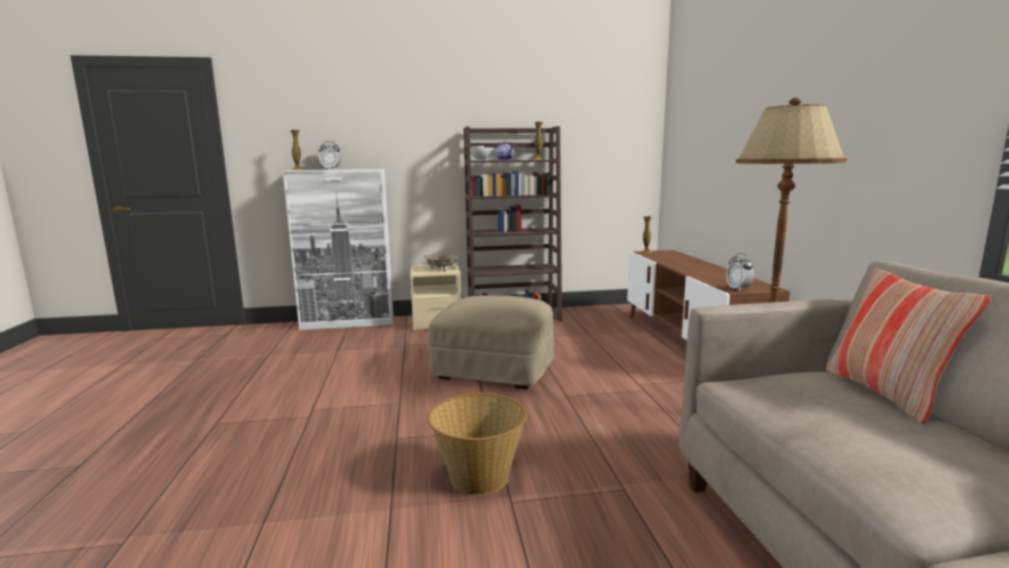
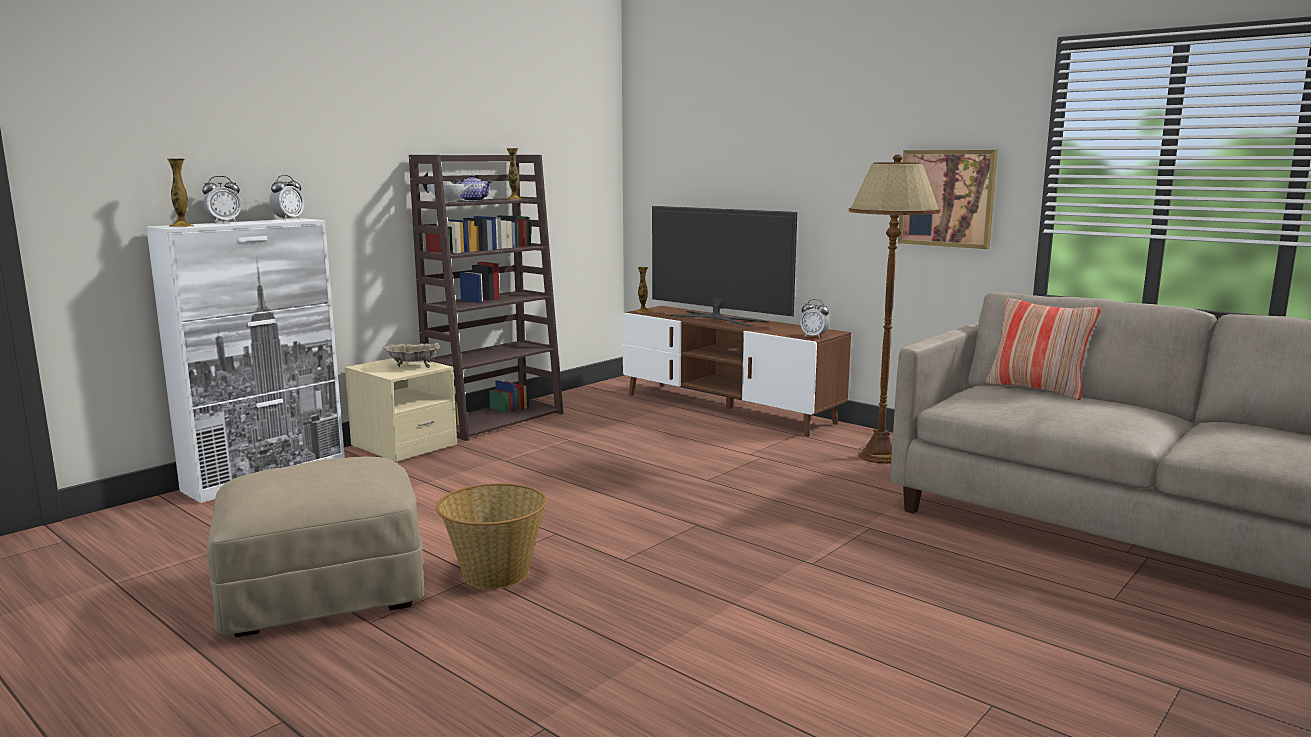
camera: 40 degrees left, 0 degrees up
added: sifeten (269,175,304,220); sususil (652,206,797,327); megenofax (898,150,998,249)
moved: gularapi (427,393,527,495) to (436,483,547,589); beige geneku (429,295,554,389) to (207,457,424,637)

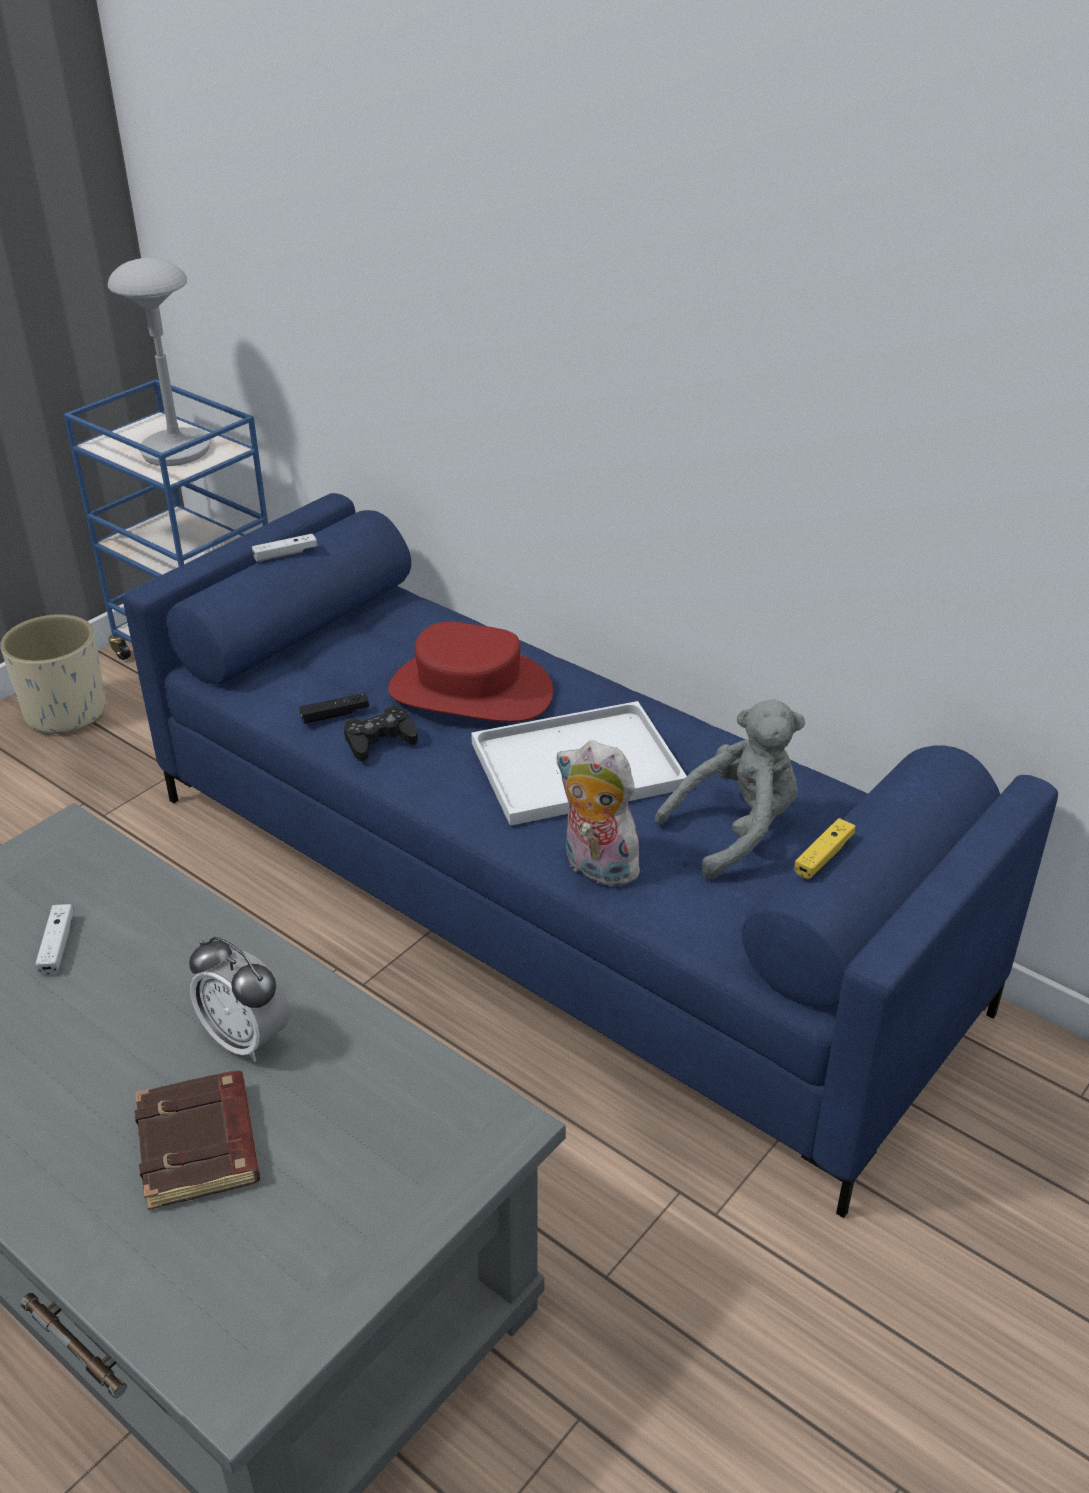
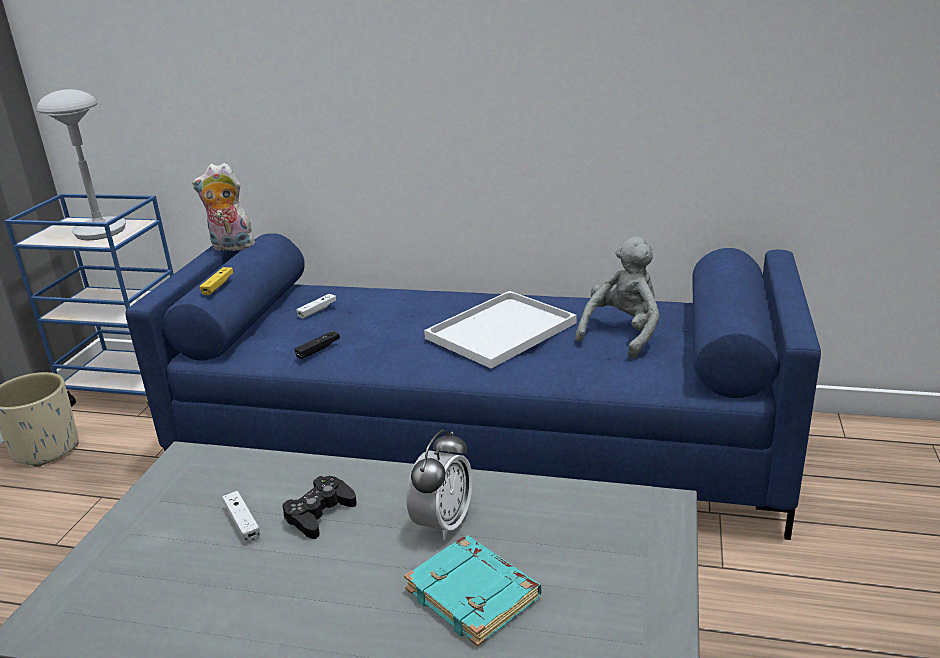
camera: 25 degrees left, 10 degrees down
removed: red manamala (388,622,553,722)
moved: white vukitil (252,534,317,562) to (296,294,337,319); black vukitil (344,706,418,761) to (282,476,356,539); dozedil (556,741,643,886) to (192,163,260,251); yellow vukitil (794,818,855,879) to (199,267,234,295)
recoloured: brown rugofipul (135,1071,260,1210) to turquoise rugofipul (404,536,541,646)
turned: sifeten (189,937,290,1062) = (406,430,473,540) 75 degrees counterclockwise

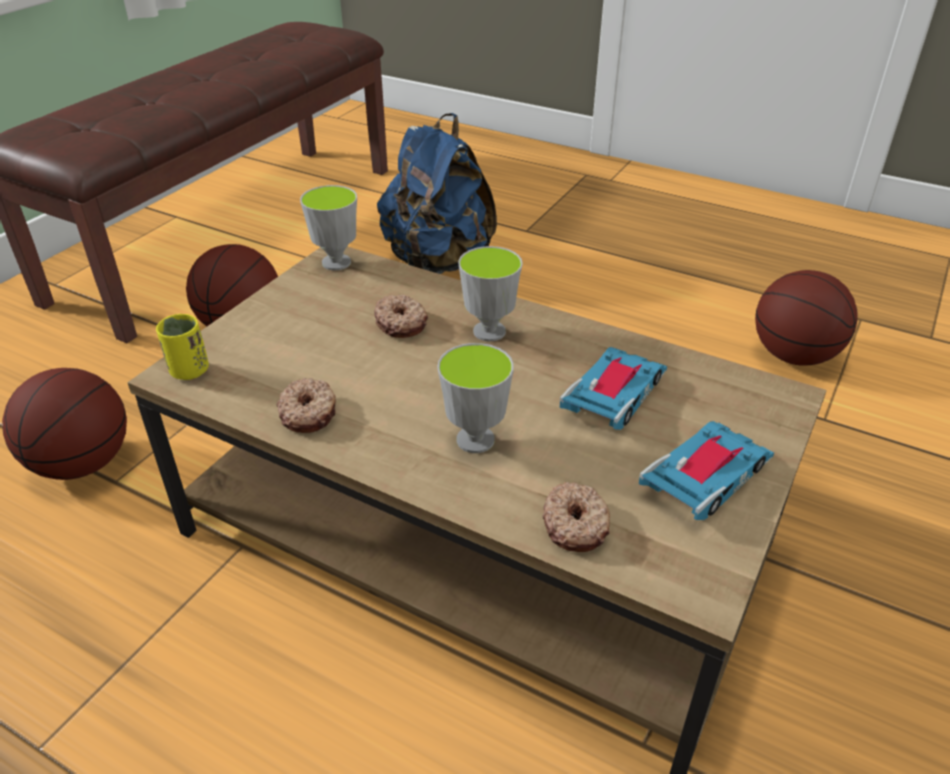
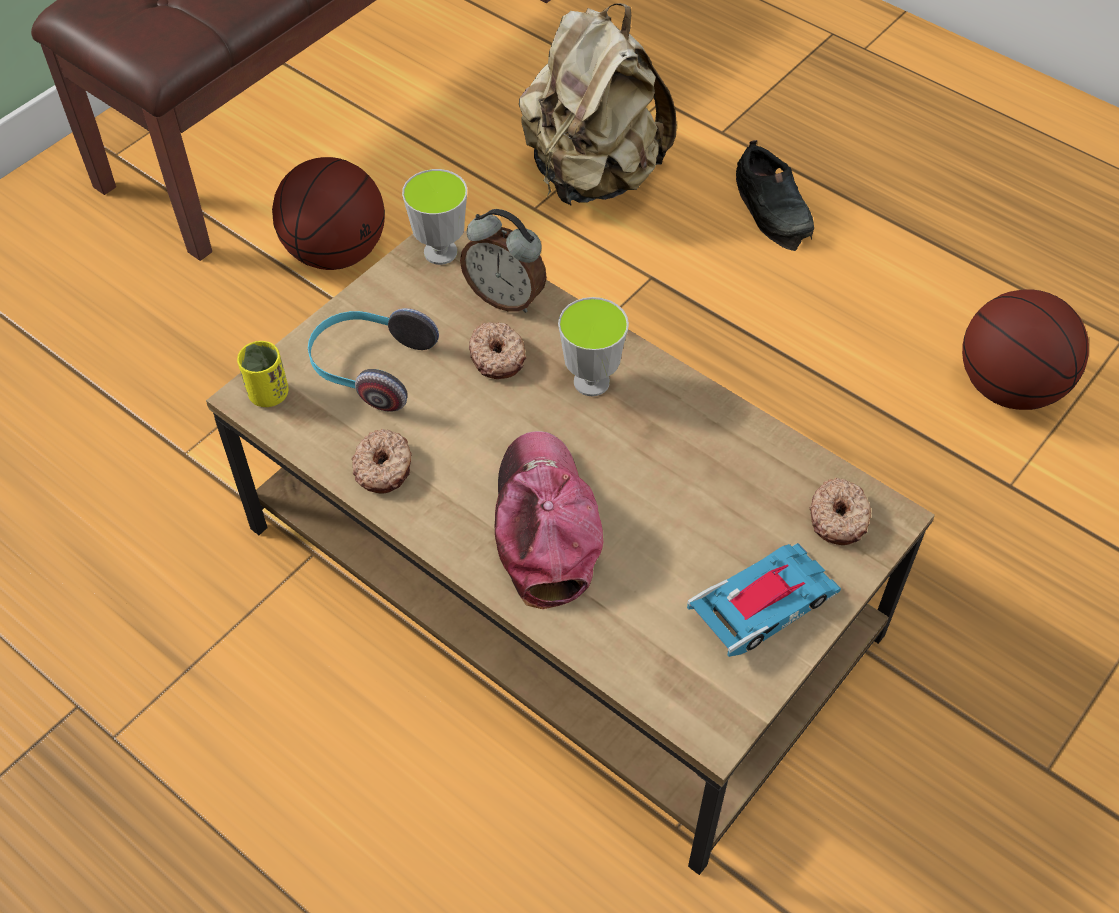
camera: 10 degrees right, 15 degrees up
removed: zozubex (2,368,127,480); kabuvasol (559,347,667,430)
added: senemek (308,308,439,412); sifeten (460,209,547,313); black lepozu (736,140,814,251)
moved: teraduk (542,482,610,552) to (809,477,871,545)
replaced: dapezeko (437,343,514,453) to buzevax (494,431,603,609)
recoloured: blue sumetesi (377,113,497,274) to beige sumetesi (519,3,677,206)

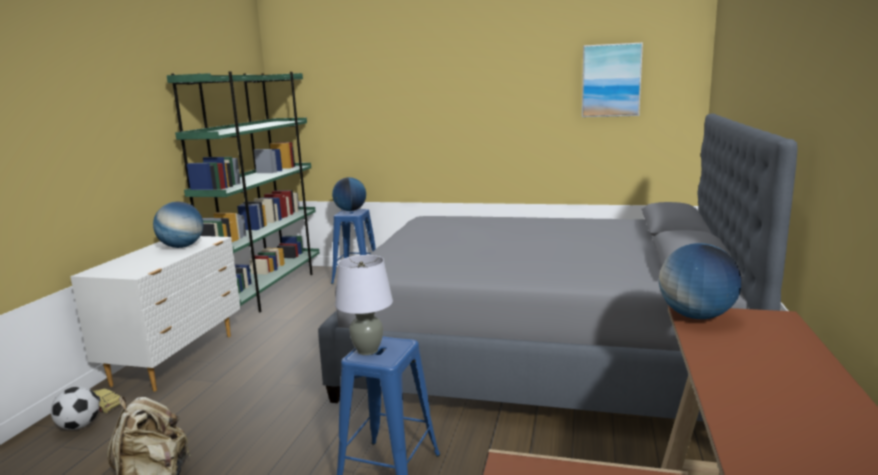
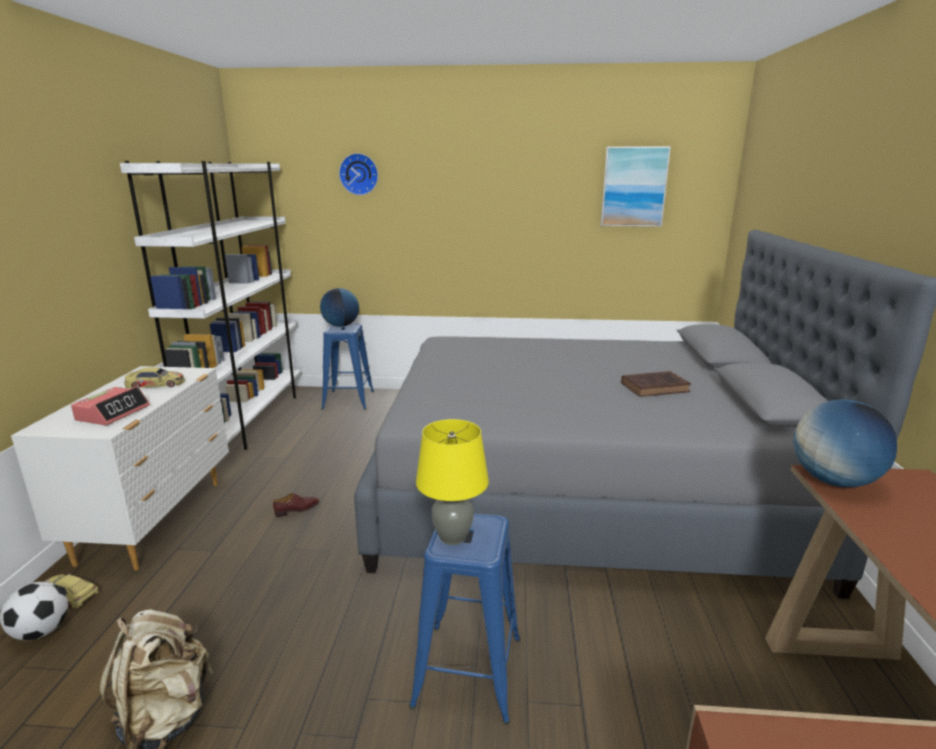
camera: 10 degrees left, 5 degrees up
added: sifeten (71,386,150,425); brown lepozu (273,493,319,517); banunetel (339,153,378,195); brown rugofipul (621,371,691,397)
replaced: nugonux (153,202,204,248) to kabuvasol (124,368,185,389)
recoloured: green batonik (167,71,320,313) to white batonik (120,161,301,450); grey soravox (335,255,393,355) to yellow soravox (416,419,489,545)

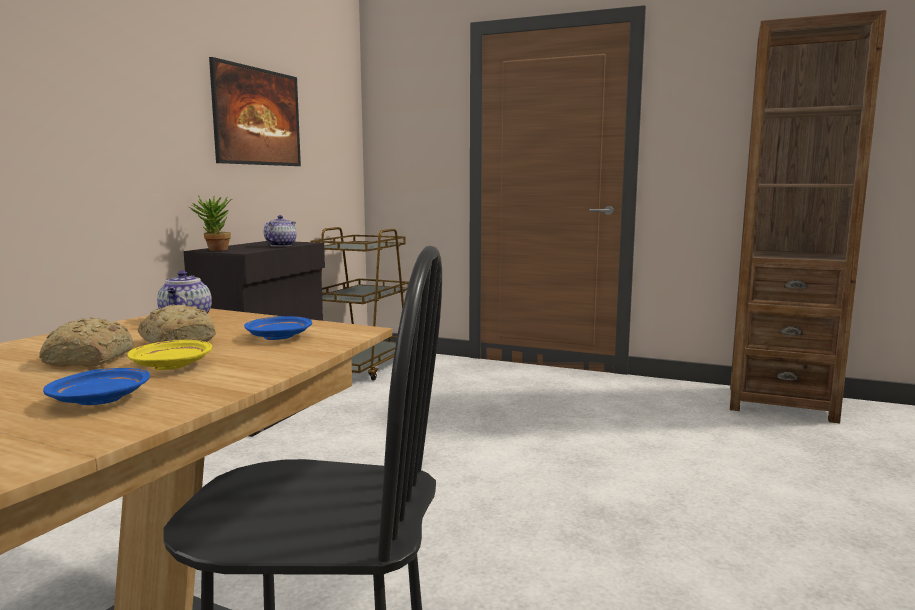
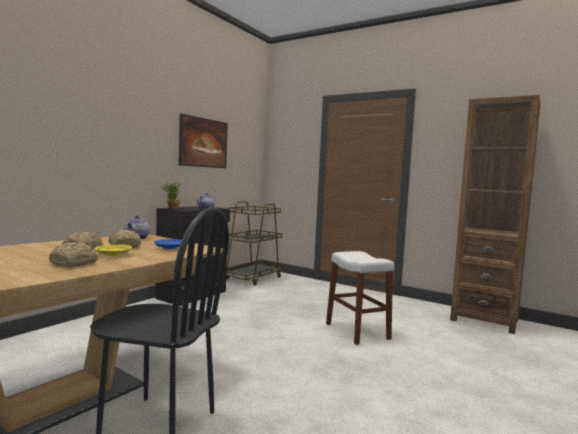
camera: 10 degrees right, 5 degrees down
added: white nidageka (326,251,394,345)
replaced: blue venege (43,368,150,405) to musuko (49,242,98,267)

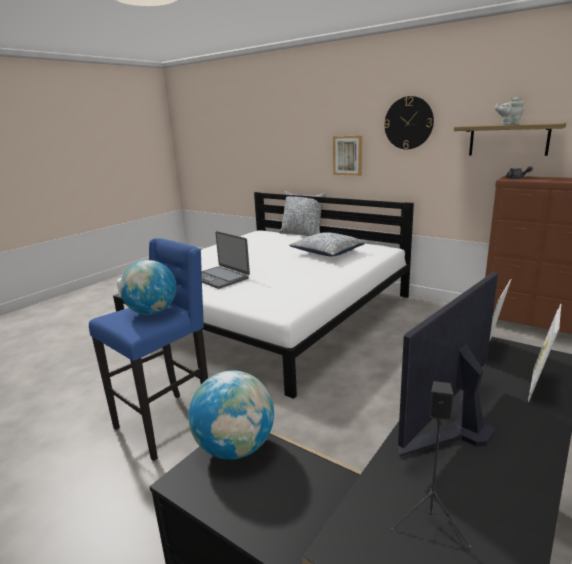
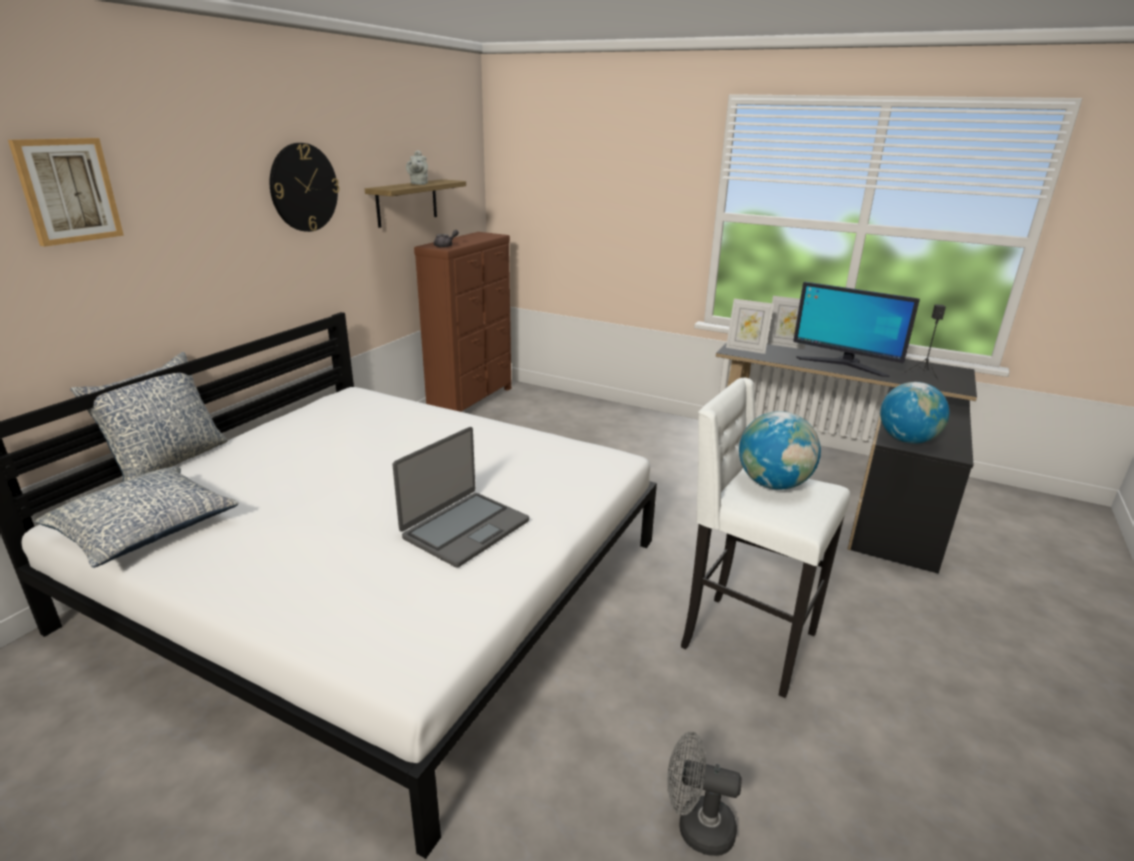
camera: 100 degrees left, 5 degrees up
added: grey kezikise (667,731,742,856)
moved: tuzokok (289,232,365,256) to (35,467,238,568); megenofax (333,136,362,176) to (8,138,124,247)
recoloured: blue nidageka (89,238,208,461) to white nidageka (681,378,850,698)

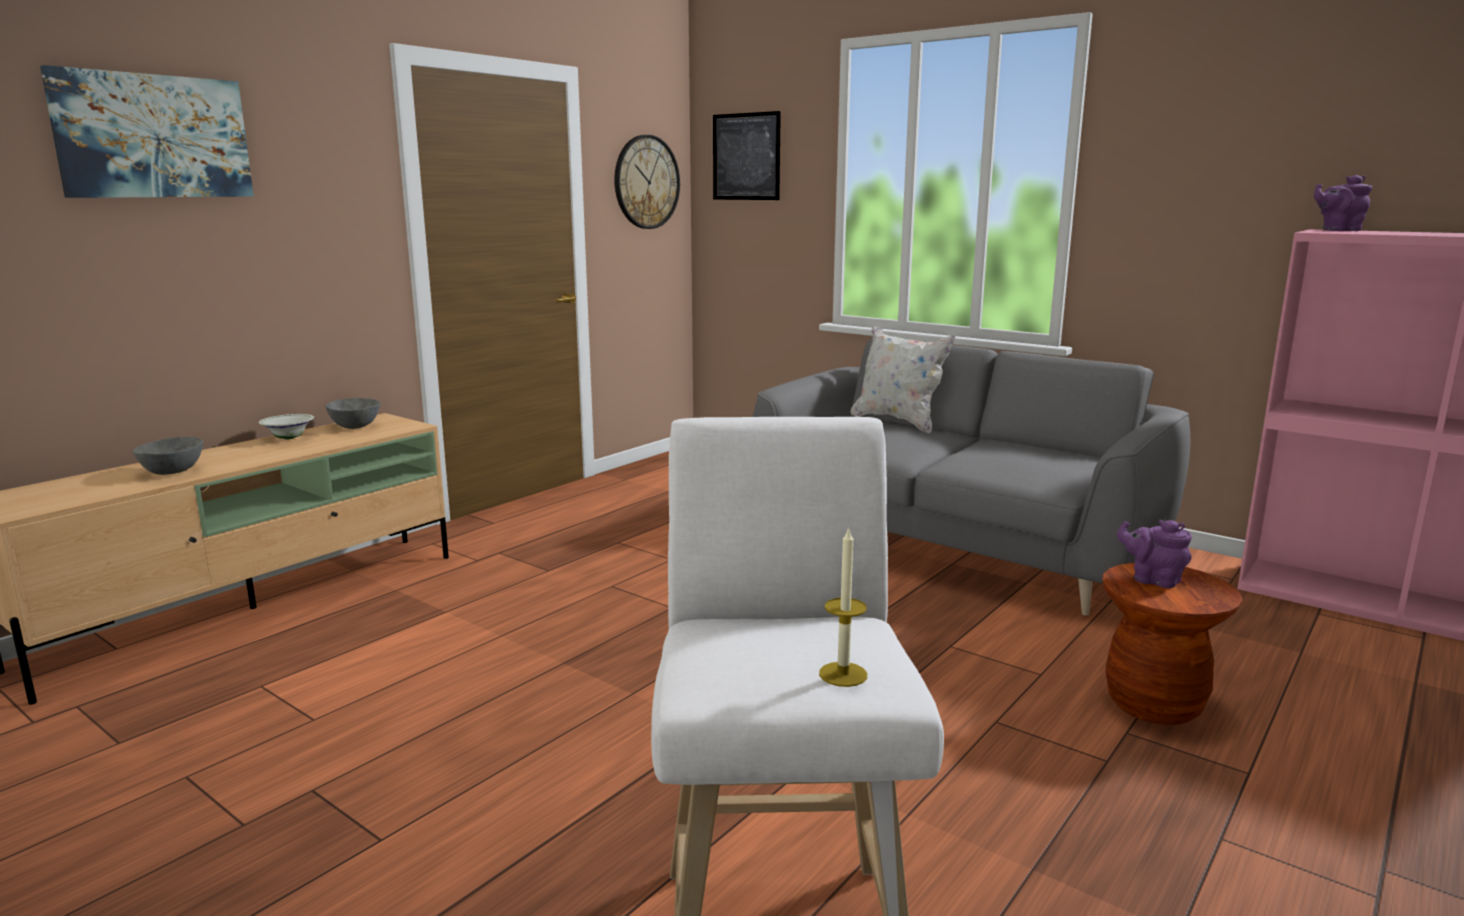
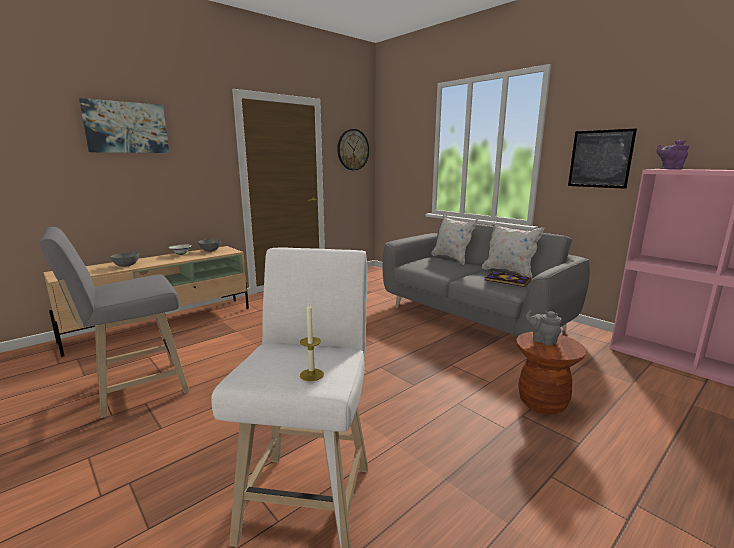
camera: 10 degrees right, 0 degrees up
added: grey nidageka (40,227,190,418); white tuzokok (482,222,544,278); rugofipul (484,271,531,287)
moved: megenofax (713,111,781,200) to (568,128,637,189)
recoloured: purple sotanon (1117,520,1192,588) to grey sotanon (525,311,562,345)

